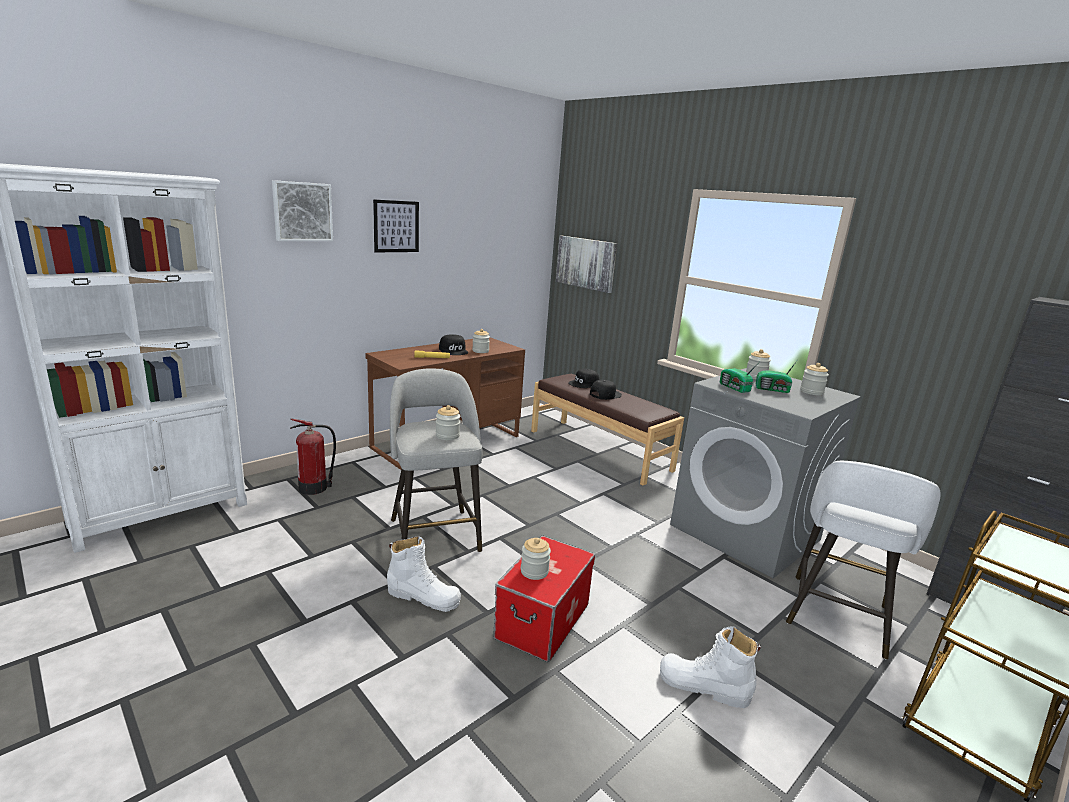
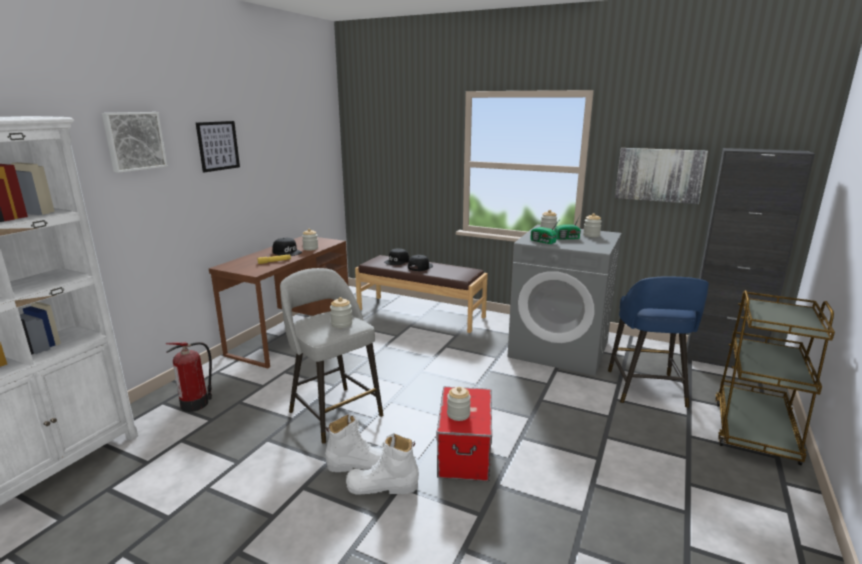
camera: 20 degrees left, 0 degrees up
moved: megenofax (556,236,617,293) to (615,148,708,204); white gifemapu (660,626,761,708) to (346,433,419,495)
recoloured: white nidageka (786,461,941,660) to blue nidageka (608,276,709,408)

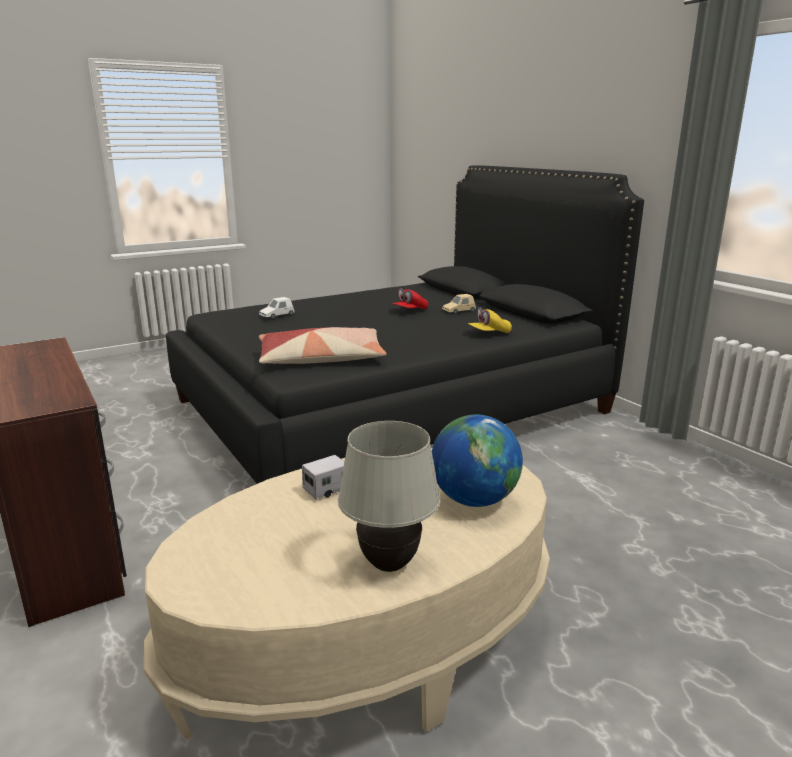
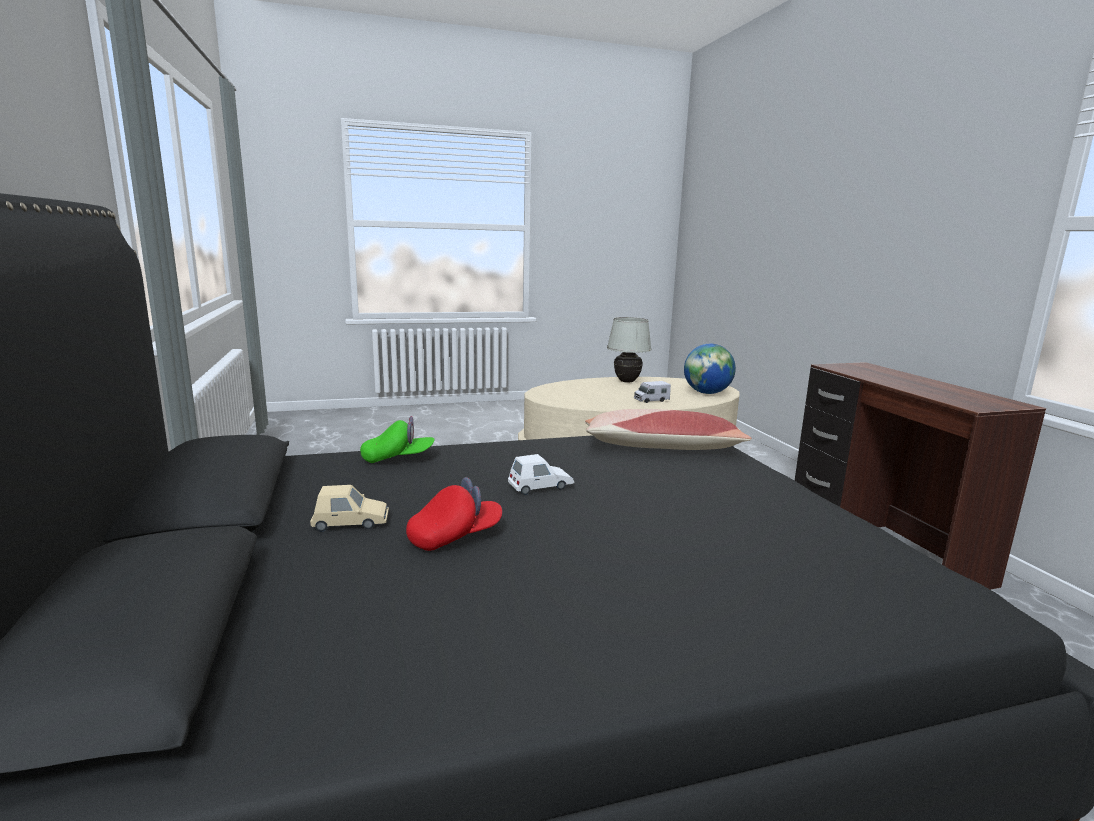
camera: 165 degrees left, 5 degrees down
moved: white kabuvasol (259,297,295,319) to (508,454,574,495); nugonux (432,415,523,507) to (684,344,736,394)
recoloured: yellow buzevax (468,307,512,333) to green buzevax (360,416,434,463)

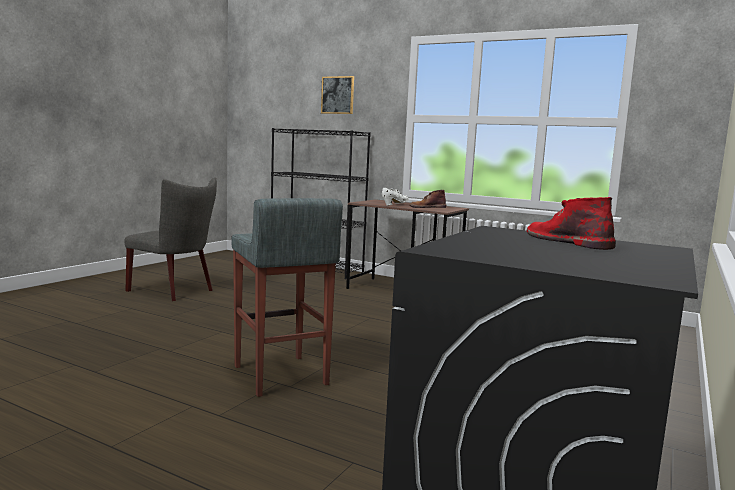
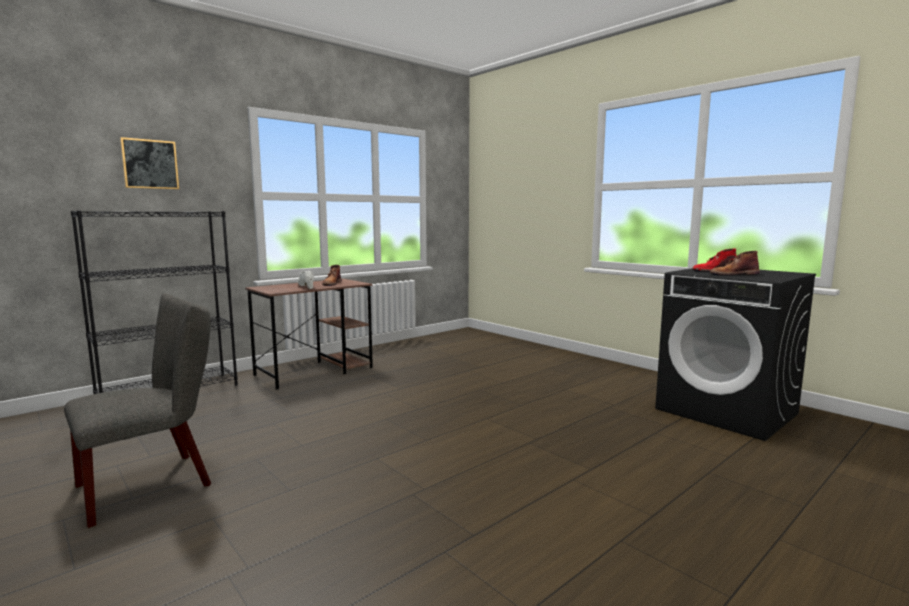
camera: 70 degrees left, 0 degrees up
removed: grey nidageka (231,198,343,397)
added: brown gifemapu (710,251,760,275)

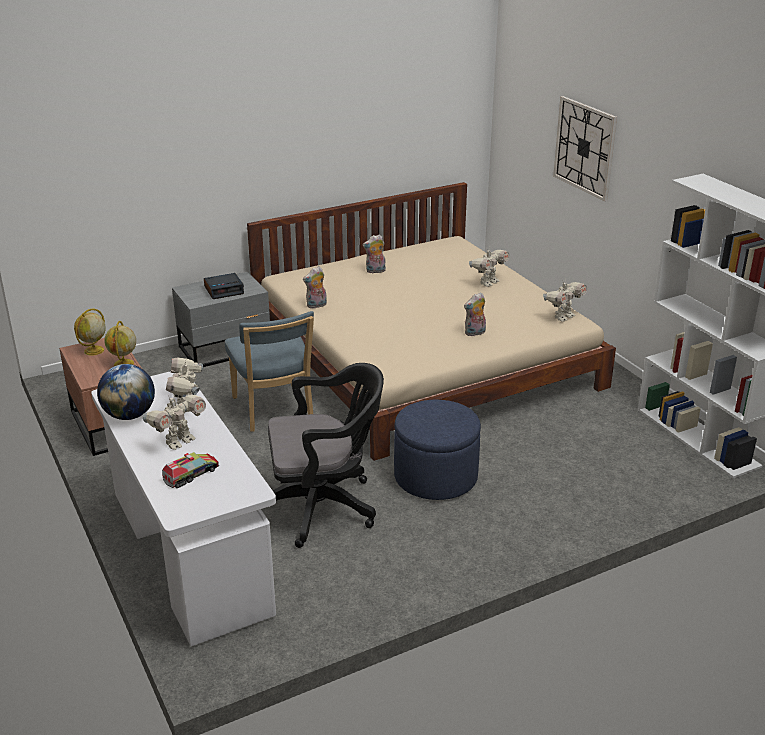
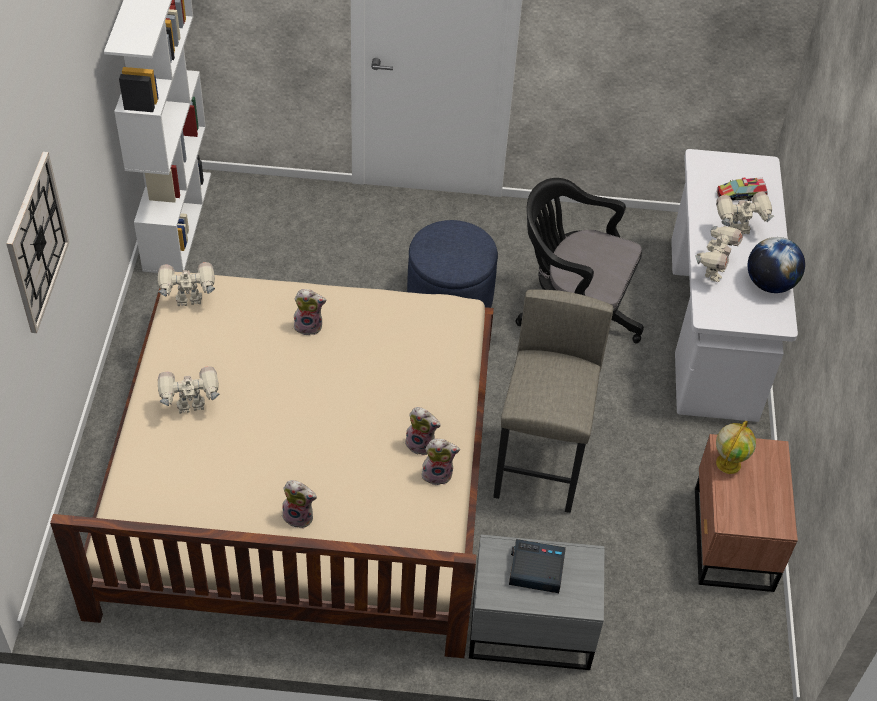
camera: 150 degrees left, 20 degrees up
removed: nugonux (74,309,106,355)
added: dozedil (405,407,441,456)
replaced: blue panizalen (225,311,314,432) to grey nidageka (493,290,613,513)

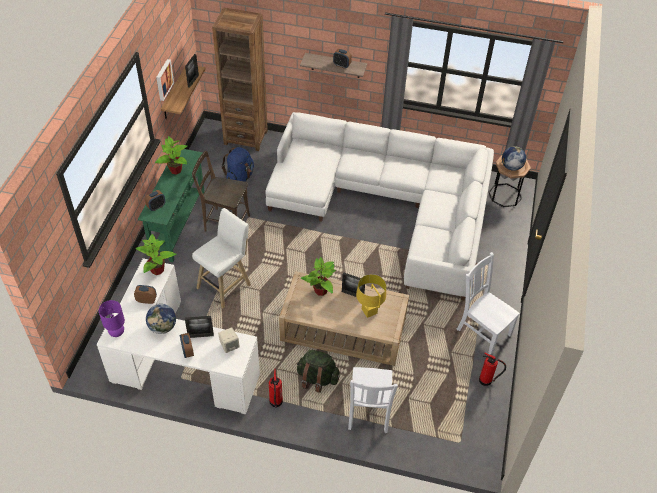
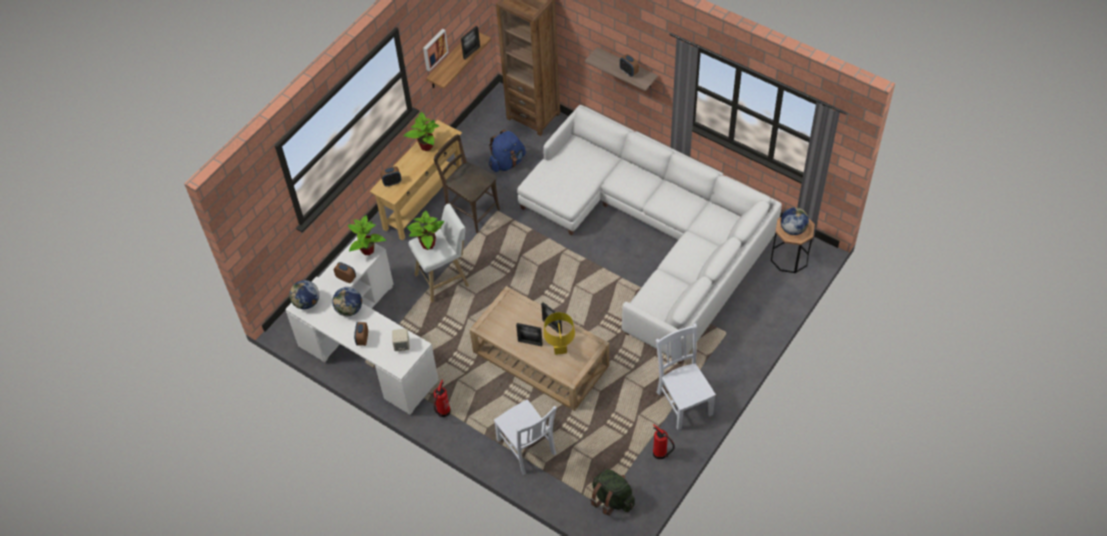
camera: 25 degrees right, 5 degrees up
moved: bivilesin (185,316,214,338) to (516,323,543,346); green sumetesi (297,350,340,393) to (590,469,635,516); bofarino (301,257,336,296) to (407,210,444,250)
replaced: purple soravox (99,300,125,337) to nugonux (289,280,319,309)
recoloured: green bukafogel (138,149,205,262) to beige bukafogel (369,120,462,241)
turned: white panizalen (348,367,398,433) = (494,399,557,475) 60 degrees counterclockwise

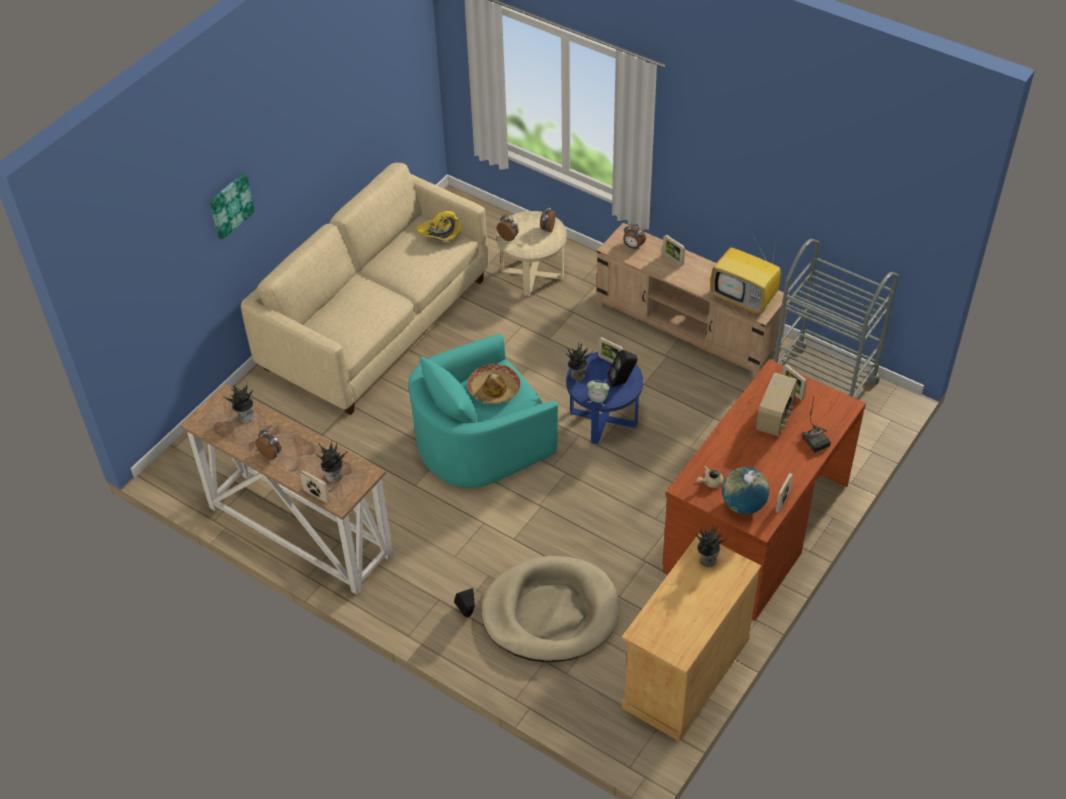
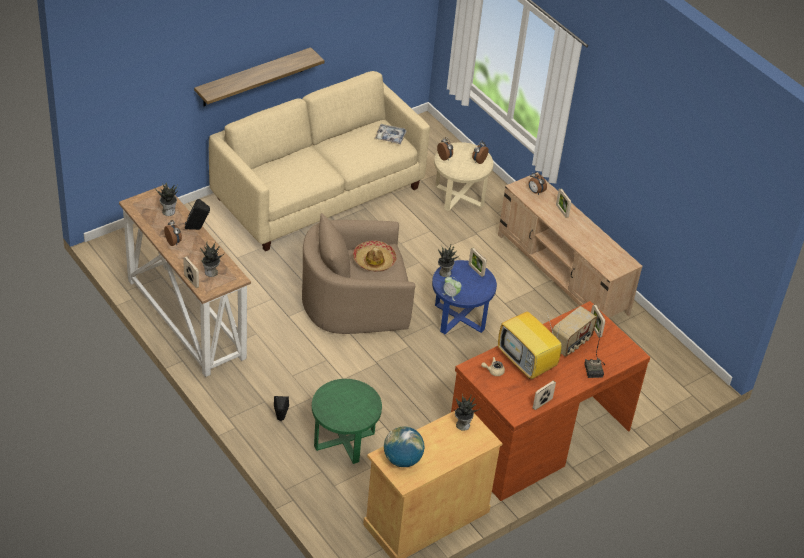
camera: 15 degrees right, 5 degrees down
removed: megenofax (210,173,255,240); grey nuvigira (774,239,899,398)
added: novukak (194,47,325,106)
moved: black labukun (607,350,638,387) to (185,199,210,230); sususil (710,238,781,315) to (498,310,562,379); nugonux (722,467,769,514) to (384,426,425,467)
replaced: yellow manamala (415,210,462,241) to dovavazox (374,124,407,144); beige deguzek (481,556,620,662) to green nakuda (312,379,382,464)
recoloured: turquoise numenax (408,334,558,488) to beige numenax (302,213,415,334)

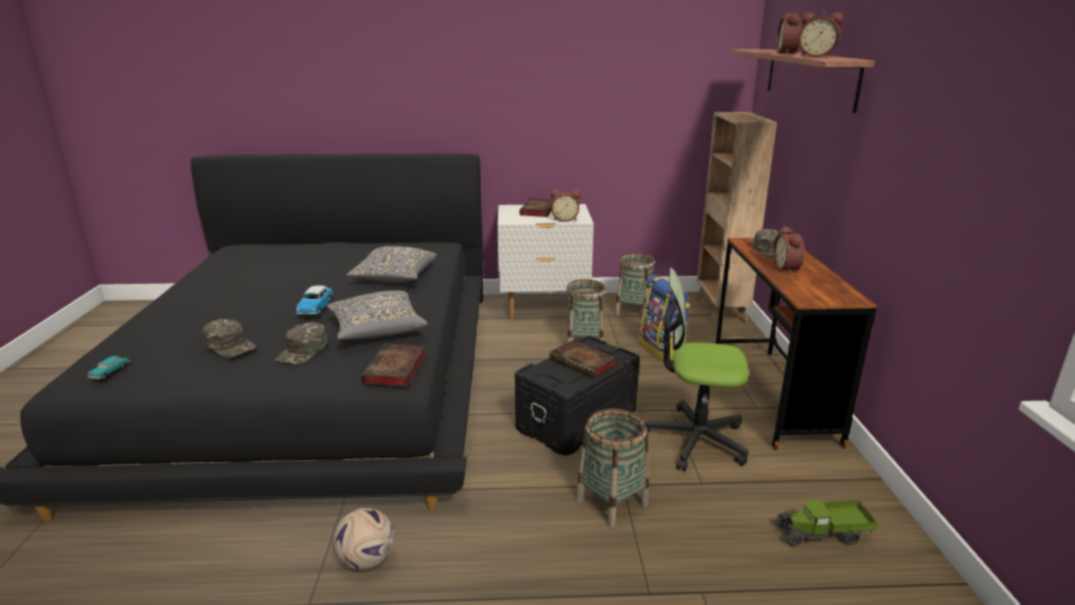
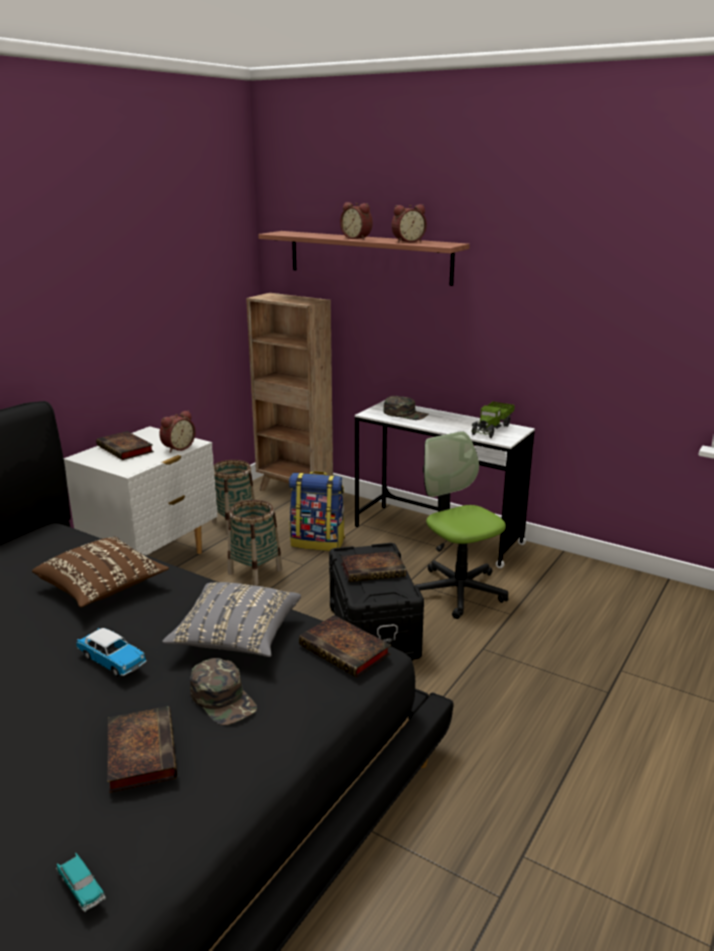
camera: 55 degrees left, 0 degrees up
removed: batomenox (333,508,394,570); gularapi (576,409,649,528); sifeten (773,226,804,274)
moved: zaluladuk (774,499,877,546) to (471,402,515,438)
replaced: green buzevax (202,319,256,358) to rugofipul (107,706,177,793)
recoloured: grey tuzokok (347,246,437,282) to brown tuzokok (32,537,169,607); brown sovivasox (716,238,877,450) to white sovivasox (355,400,535,568)
turned: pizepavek (645,268,749,471) = (414,431,508,619) 105 degrees clockwise

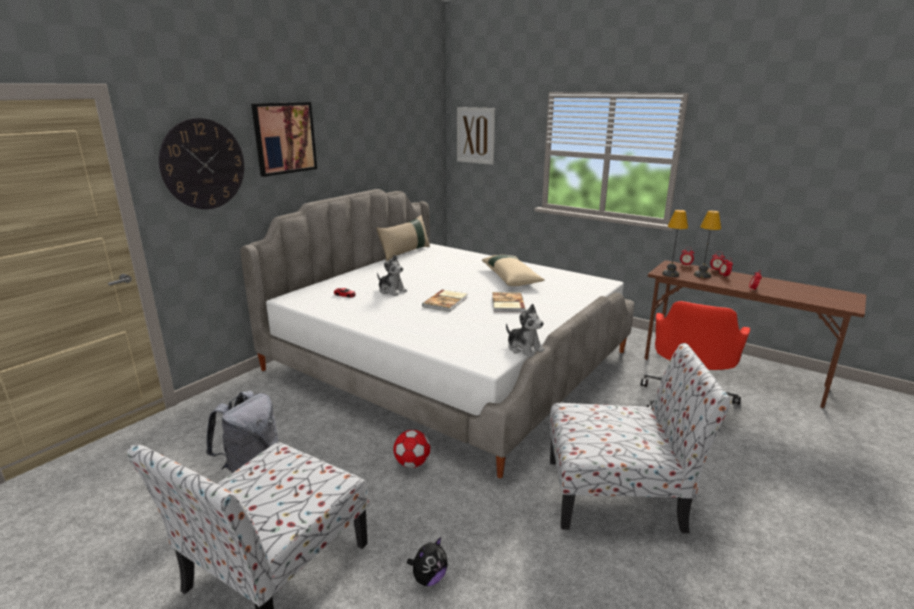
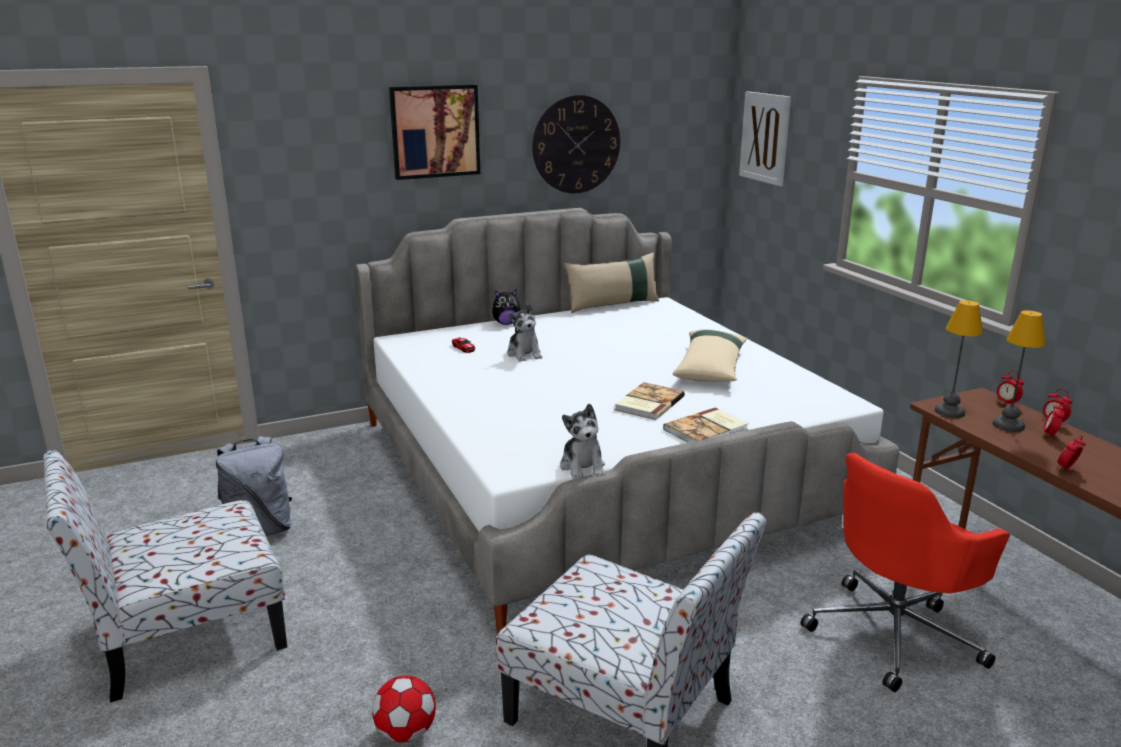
camera: 30 degrees right, 0 degrees up
moved: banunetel (159,118,244,209) to (532,95,620,193); batomenox (393,430,430,468) to (372,675,436,742); dozedil (407,537,448,586) to (492,290,521,325); rugofipul (422,290,468,312) to (663,408,749,443)

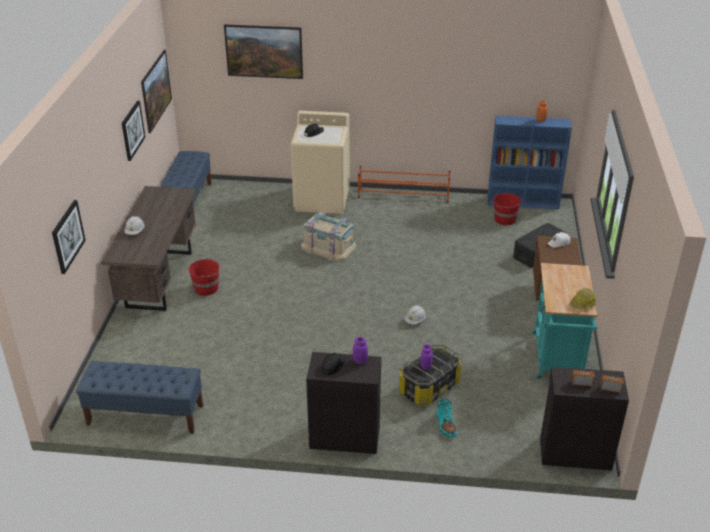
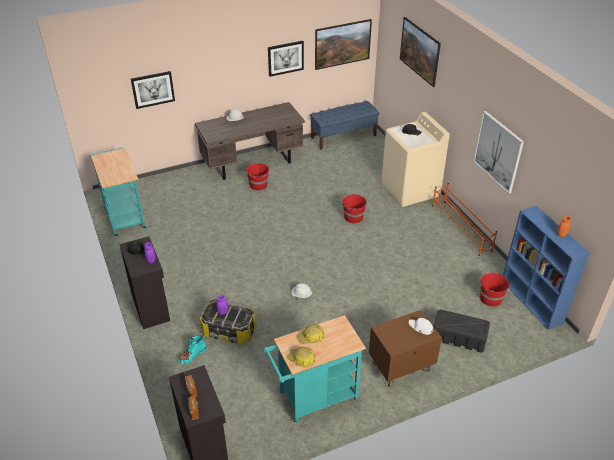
camera: 60 degrees right, 5 degrees up
added: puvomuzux (297,324,325,344); megenofax (473,111,524,194)
replaced: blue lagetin (76,361,203,434) to turquoise nuvigira (90,147,147,237); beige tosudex (301,211,357,262) to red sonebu (341,194,367,223)

